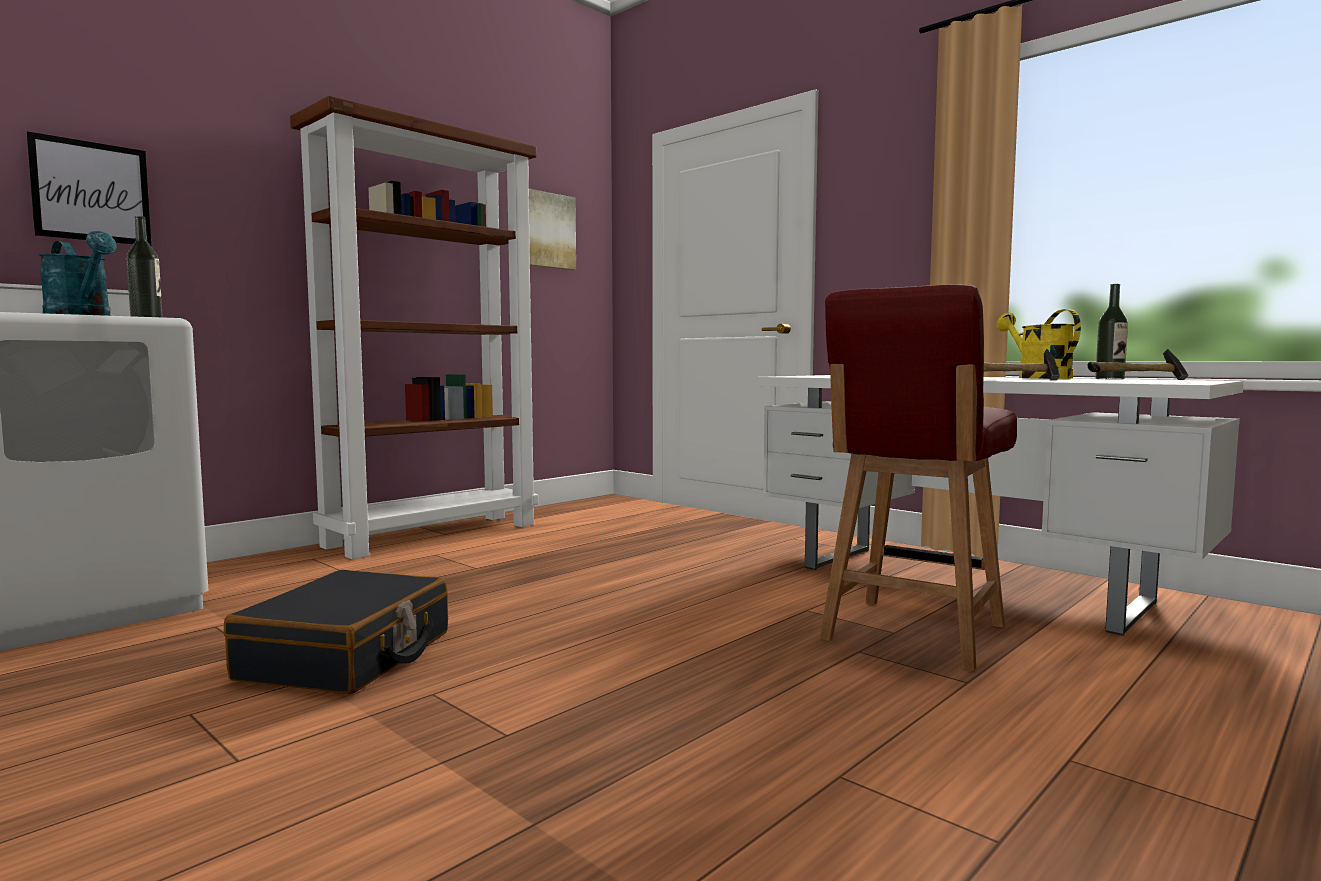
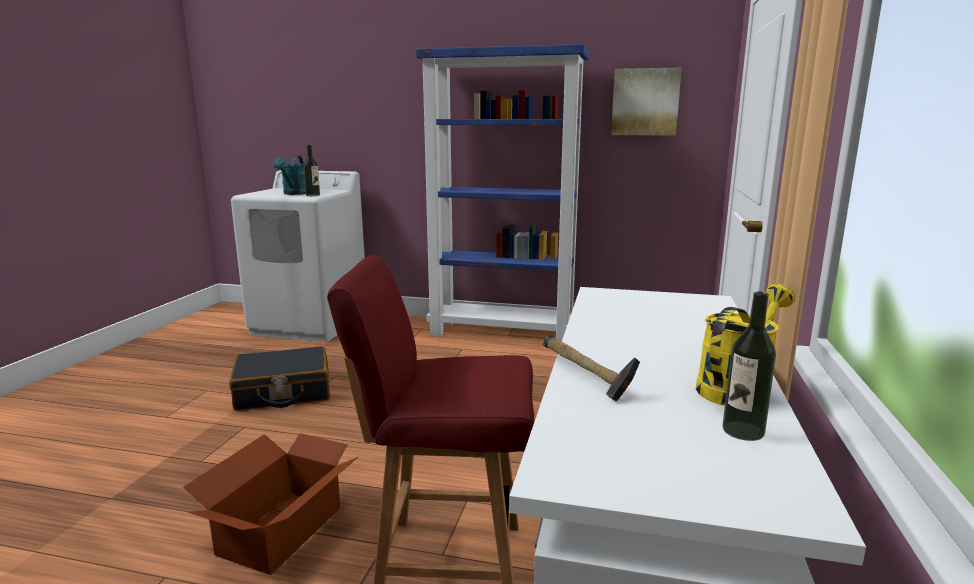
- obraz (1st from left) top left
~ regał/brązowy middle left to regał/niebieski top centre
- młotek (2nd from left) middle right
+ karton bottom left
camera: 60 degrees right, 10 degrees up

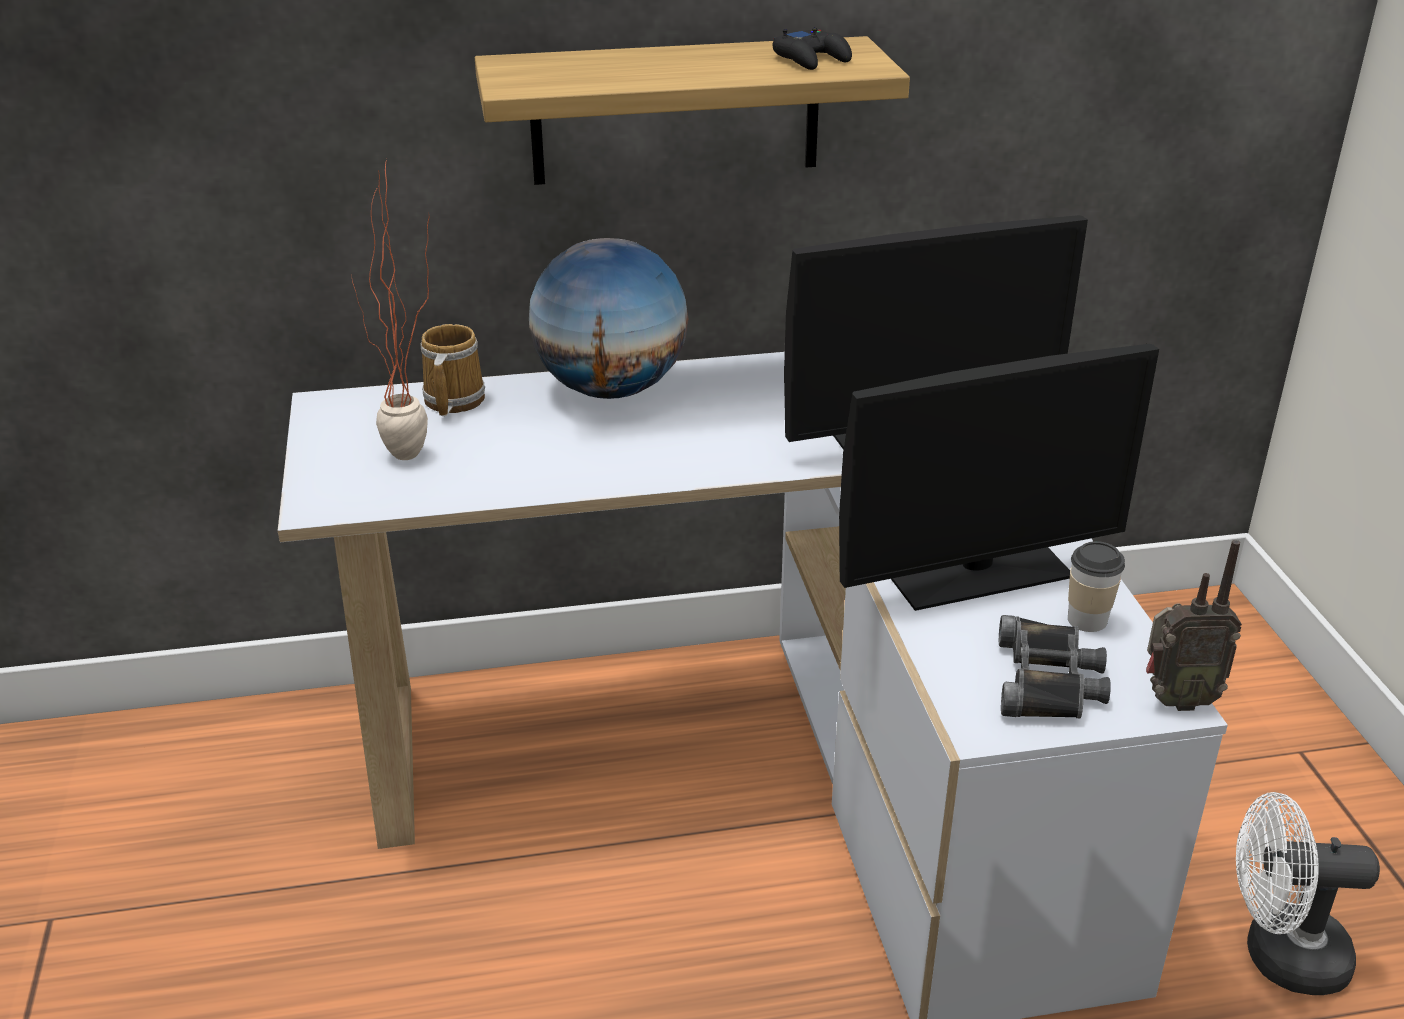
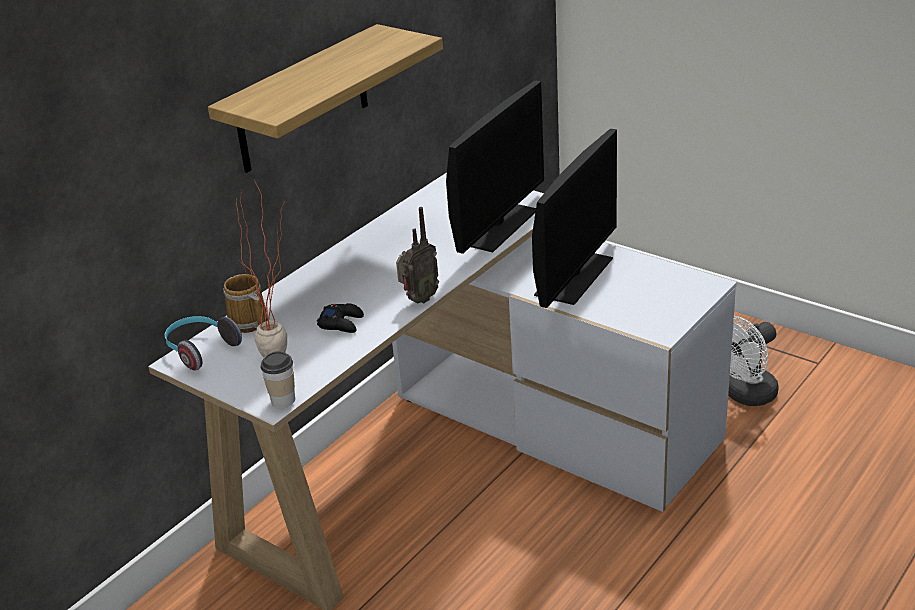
- globus top centre
~ pad do gier/czarny top centre to centre
- lornetka/czarny middle right
~ filiżanka middle right to middle left
~ radio middle right to centre
+ słuchawki middle left
camera: 40 degrees left, 0 degrees up

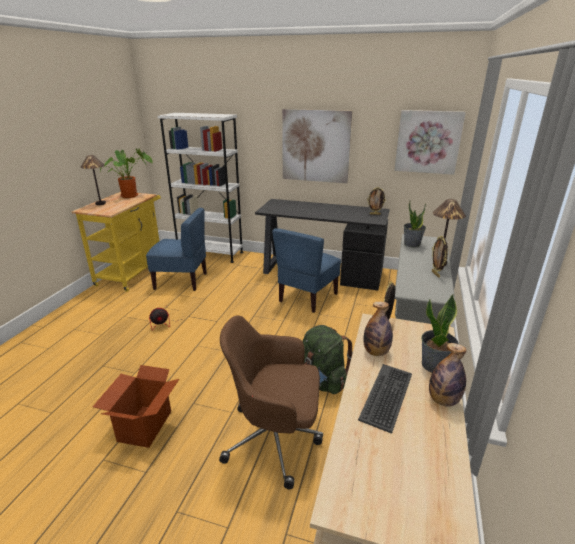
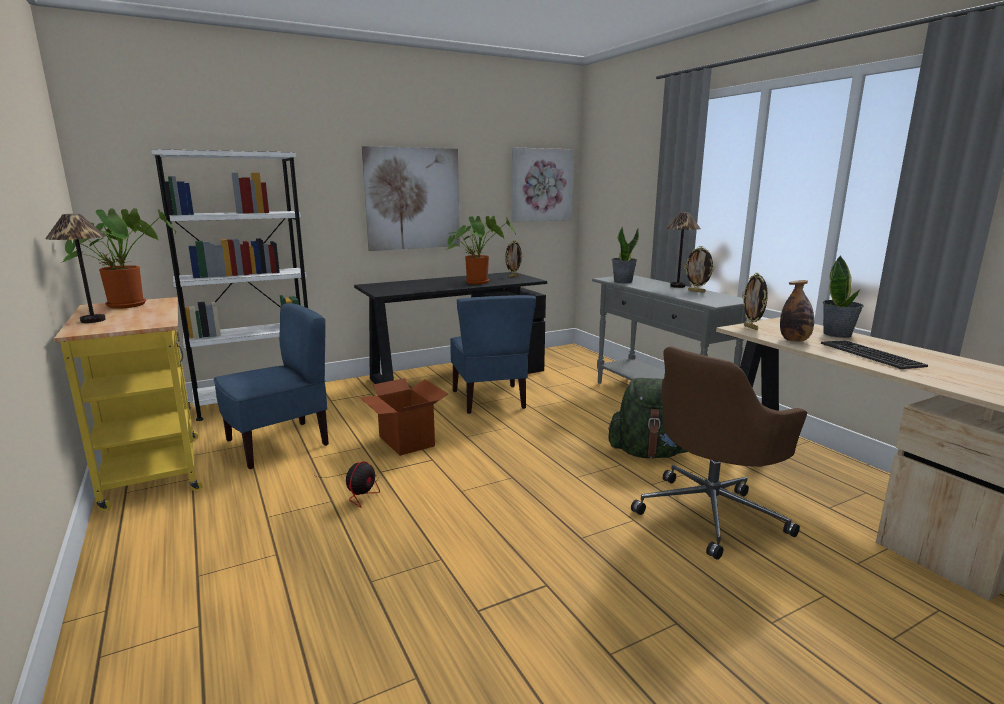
~ karton bottom left to centre
- butelka (2nd from left) bottom right
+ roślina doniczkowa (2nd from left) centre
camera: 45 degrees left, 10 degrees down

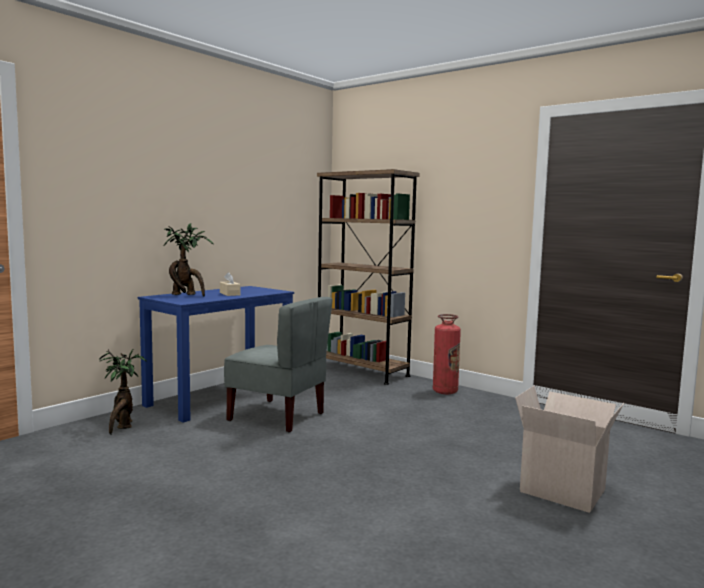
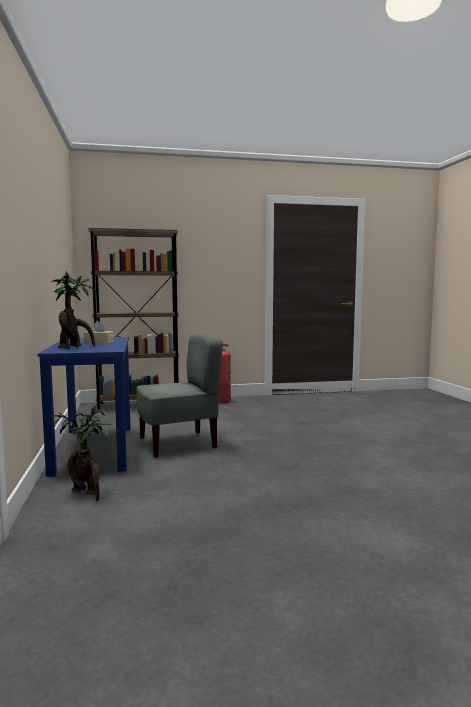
- karton bottom right
camera: 50 degrees left, 0 degrees up

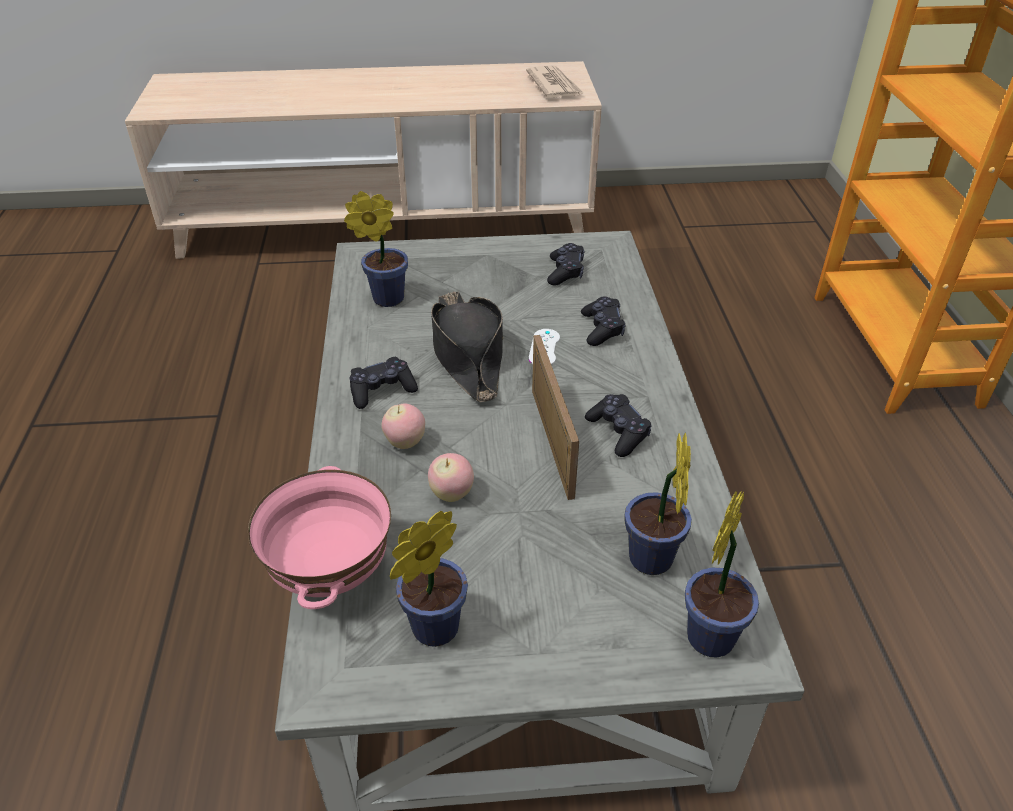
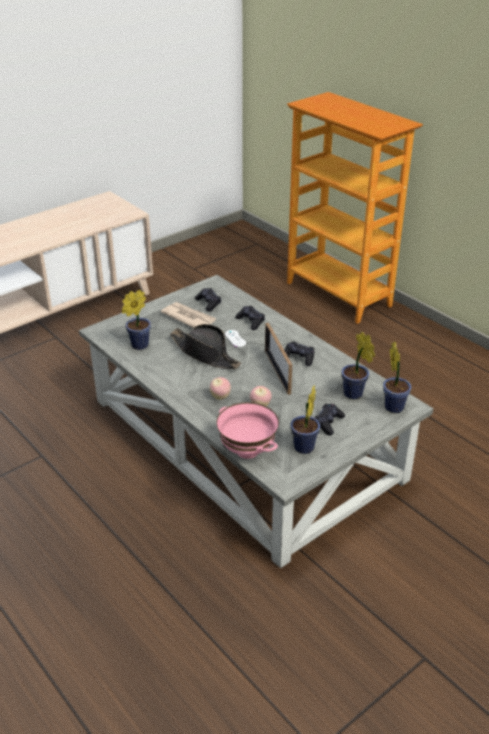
~ pad do gier/czarny (1st from left in the first image) centre to pad do gier/czarny (4th from left) middle right
~ gazeta top centre to centre
~ ramka na zdjęcie centre = centre 150 degrees counterclockwise
camera: 35 degrees left, 5 degrees down

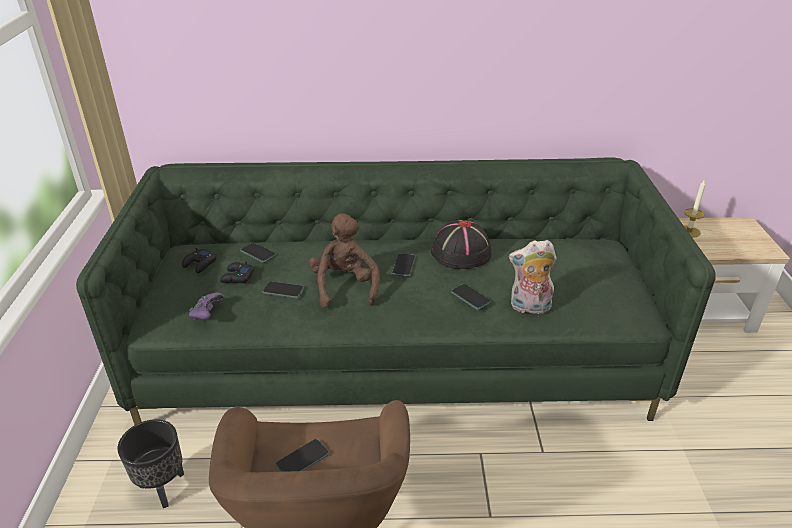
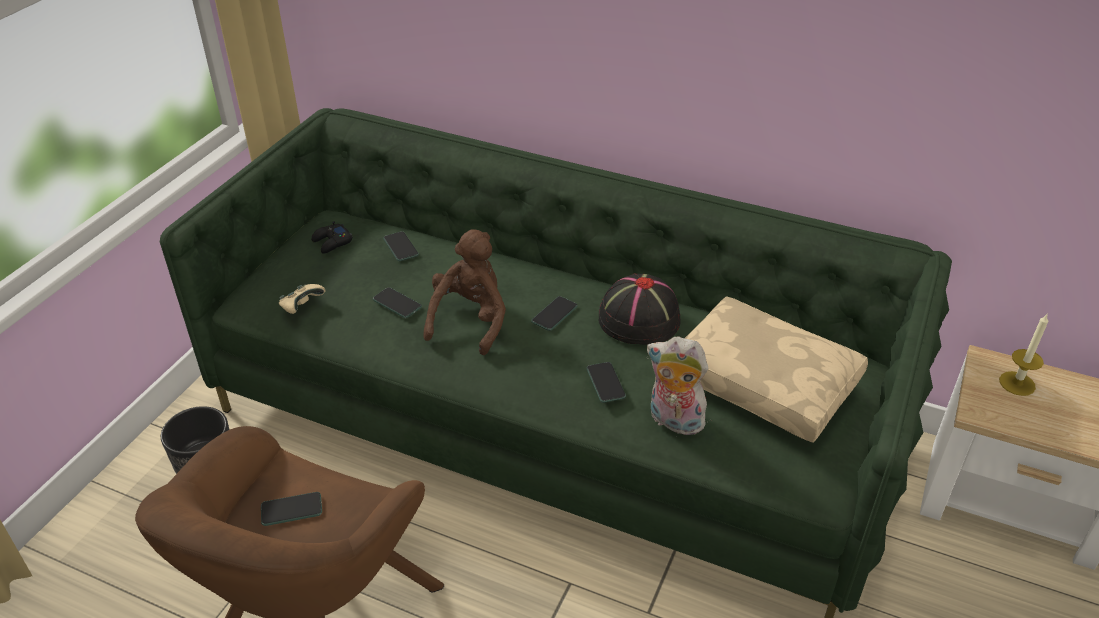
~ pad do gier/fioletowy middle left to pad do gier/beżowy middle left
- pad do gier/czarny (2nd from left) middle left
+ poduszka/beżowy middle right
camera: 25 degrees right, 5 degrees up

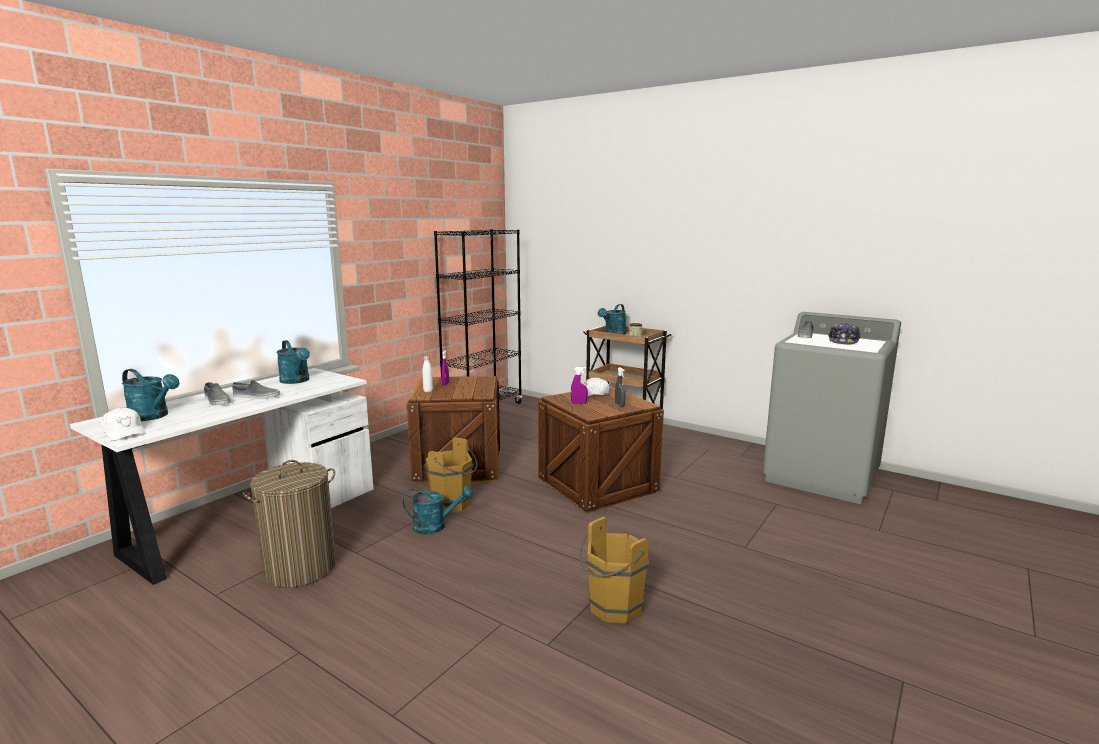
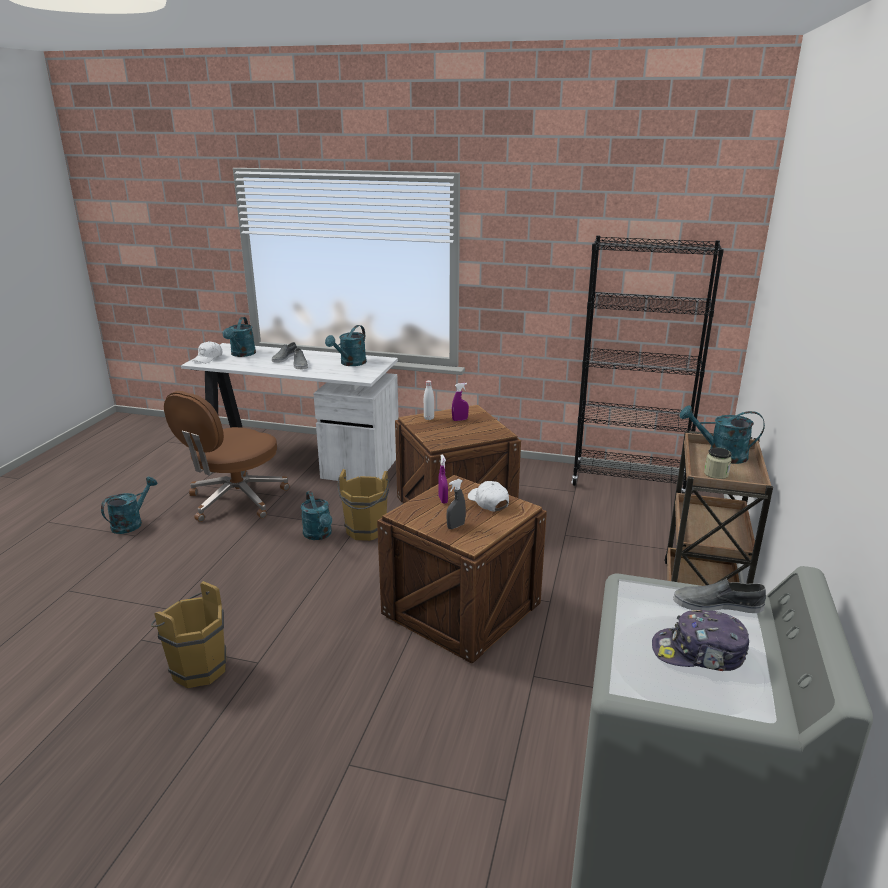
~ kosz na pranie bottom left to krzesło biurowe/brązowy middle left
+ konewka/turkusowy (1st from left) middle left
camera: 70 degrees right, 10 degrees up

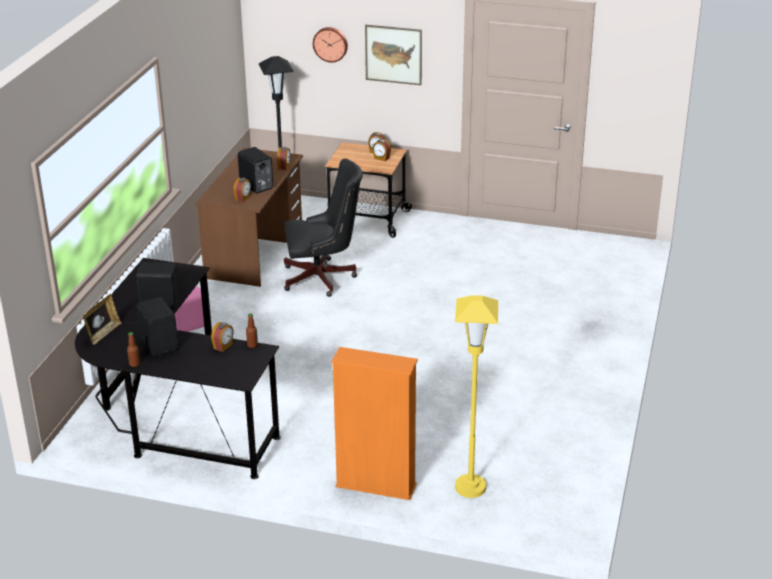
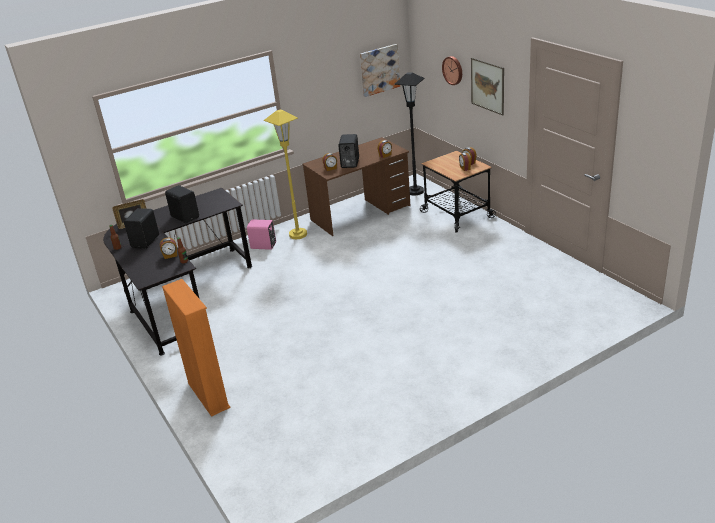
- krzesło biurowe/czarny centre
~ lampa stojąca/żółty bottom centre to top centre
+ obraz (1st from left) top centre
camera: 45 degrees right, 0 degrees up

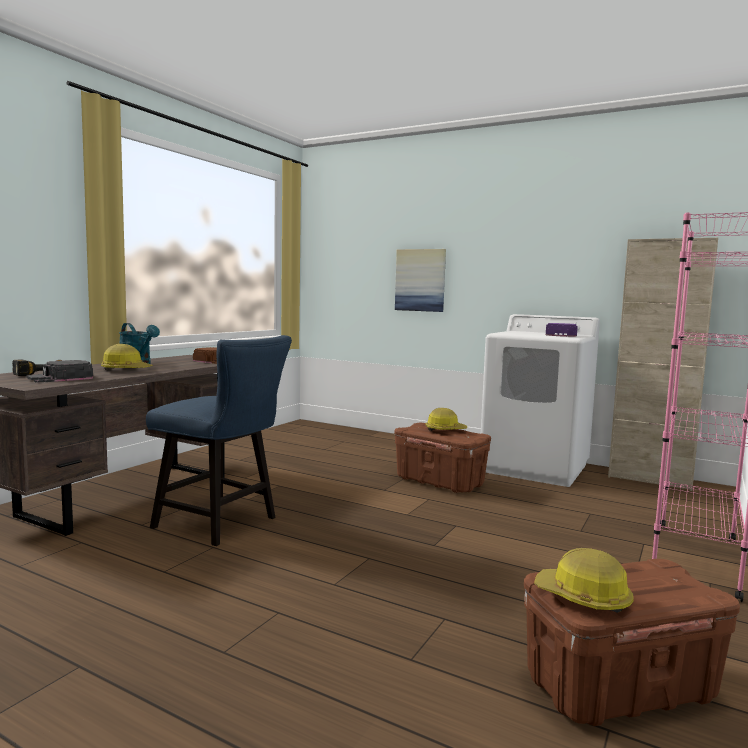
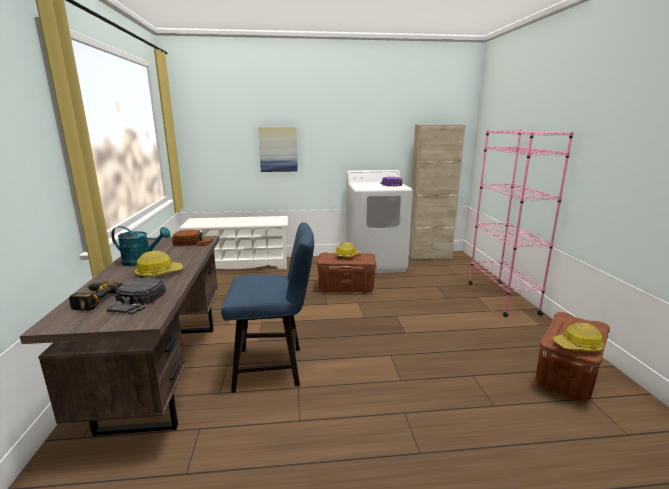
+ regał na buty/biały centre
camera: 35 degrees left, 10 degrees up

